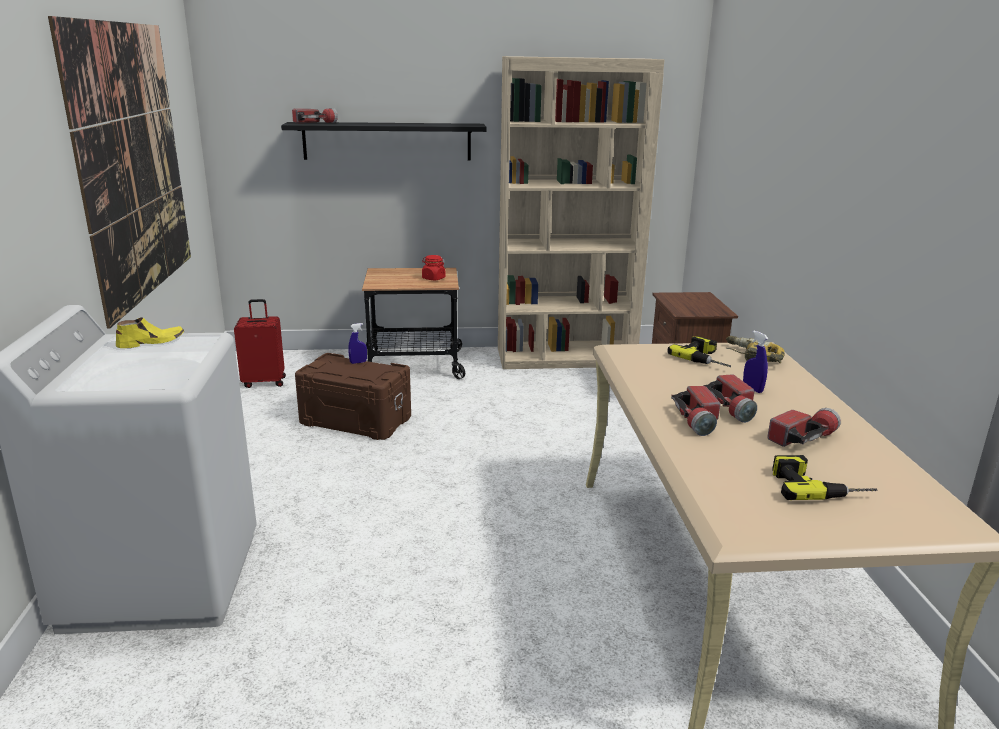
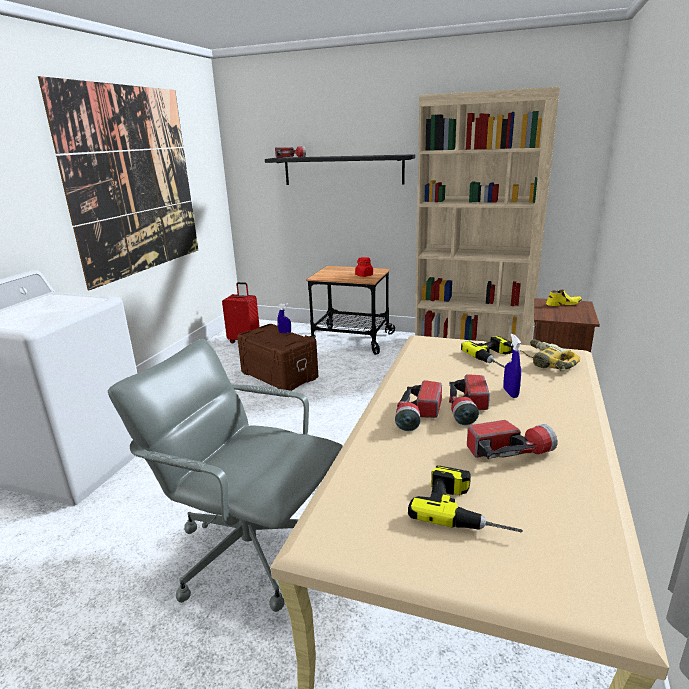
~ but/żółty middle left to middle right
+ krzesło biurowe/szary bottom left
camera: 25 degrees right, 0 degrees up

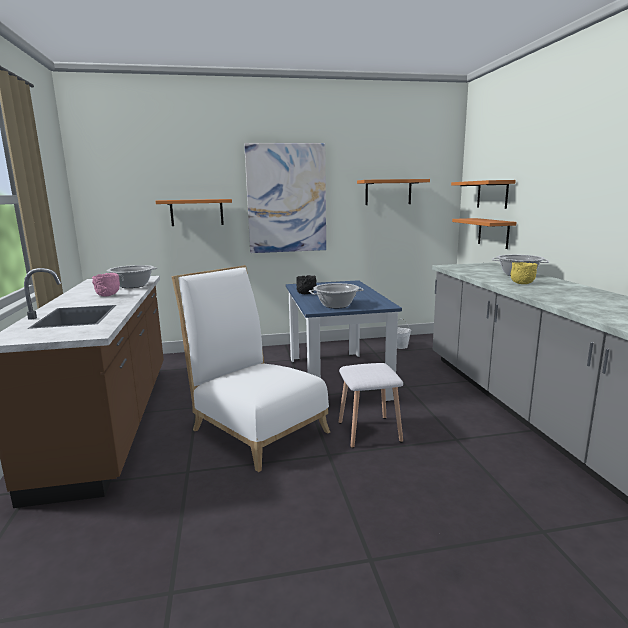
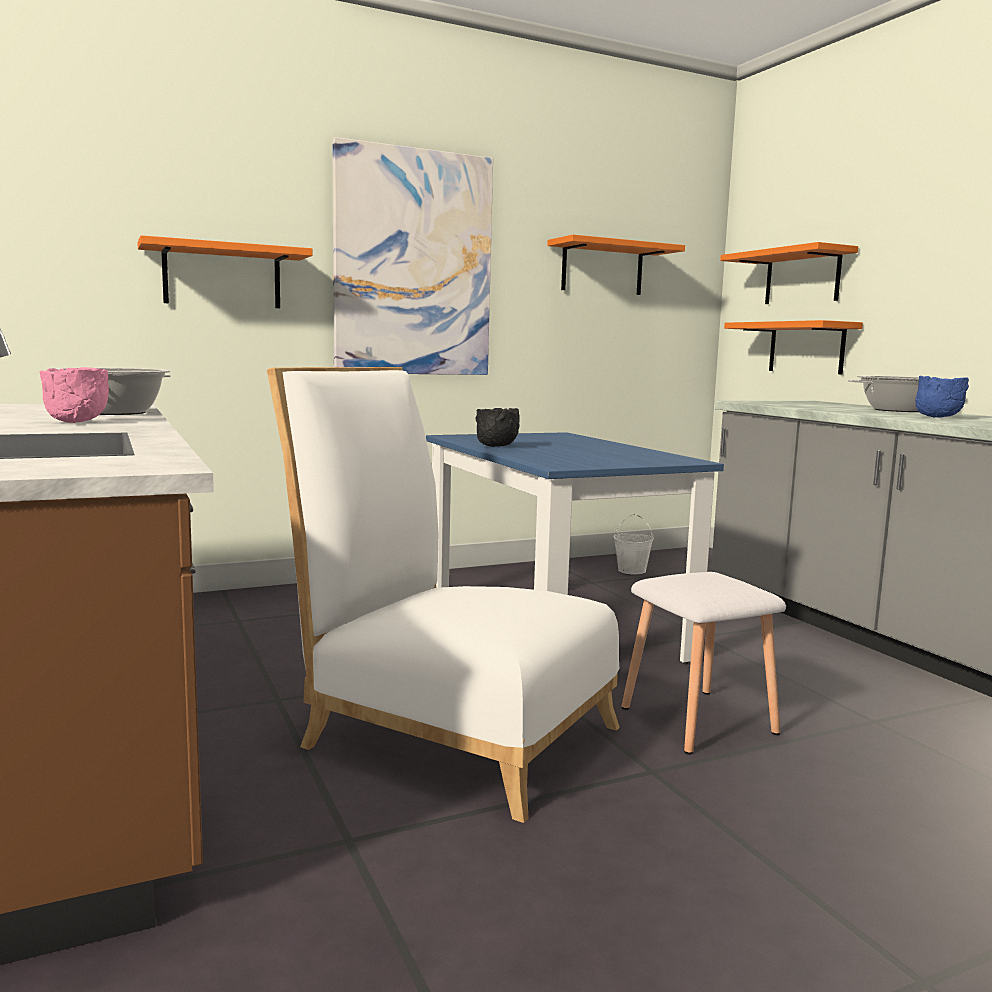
- garnek (2nd from left) centre
~ miska/żółty middle right to miska/niebieski middle right
camera: 15 degrees left, 5 degrees down

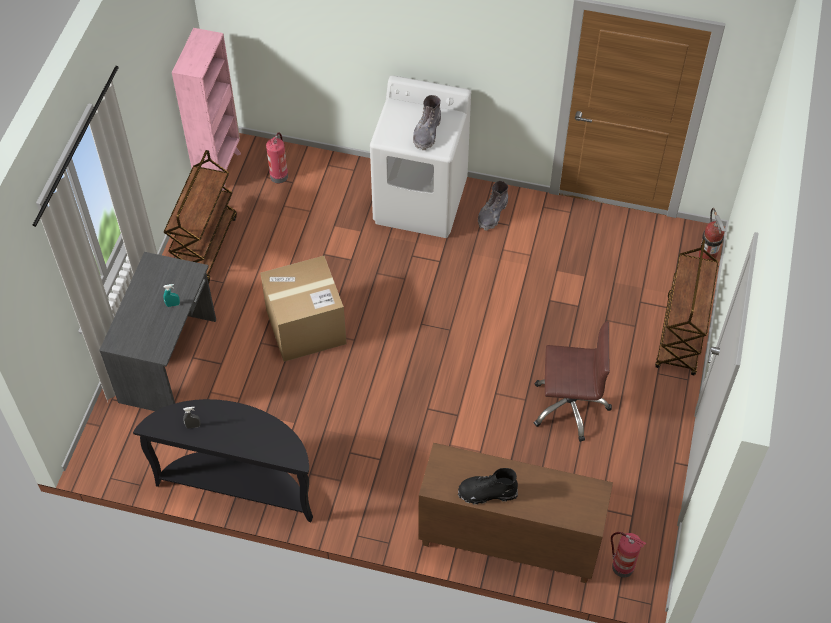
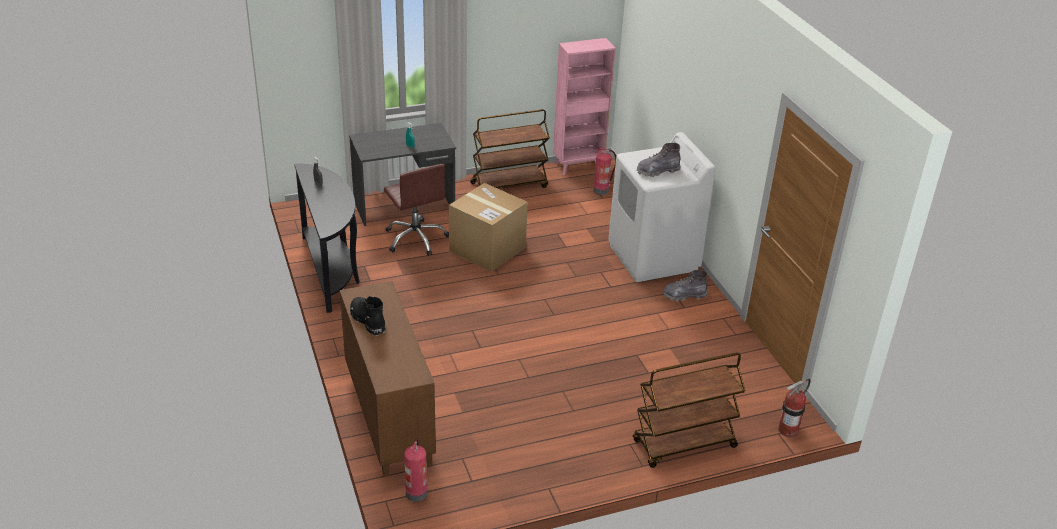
~ krzesło biurowe/brązowy middle right to centre
camera: 55 degrees right, 20 degrees down

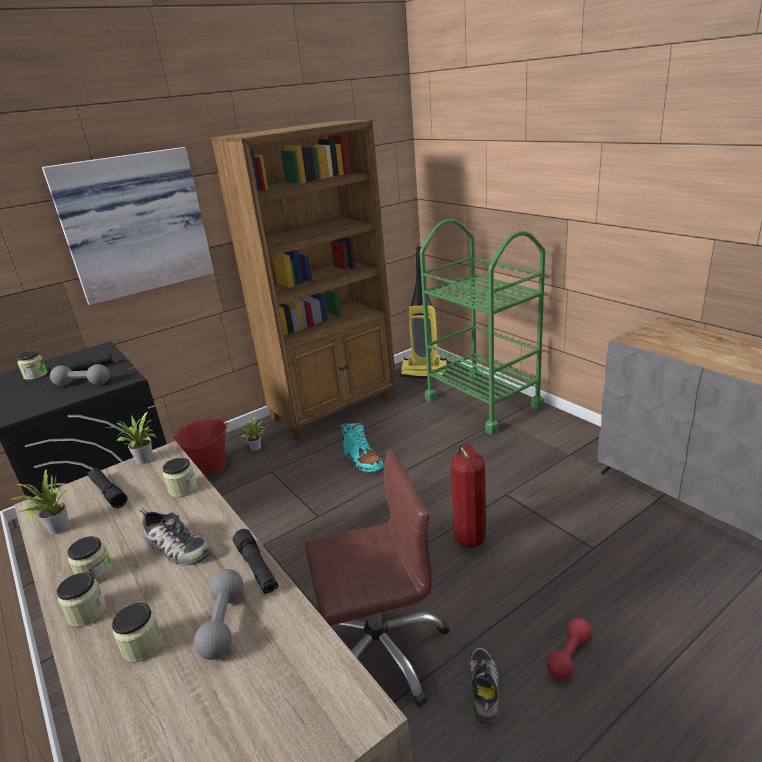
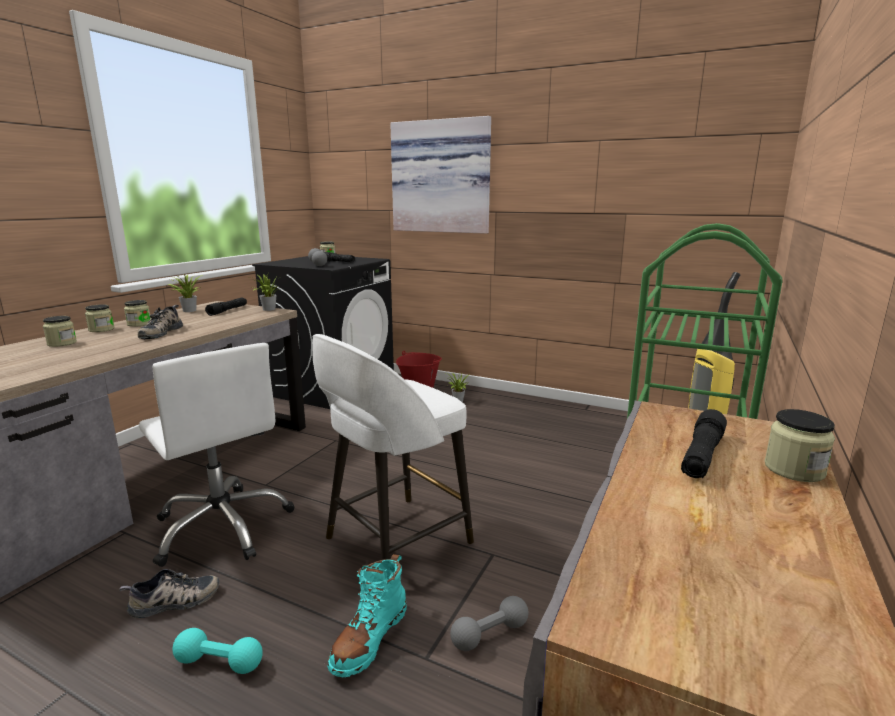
~ słoik (5th from left) middle left to middle right
~ hantel/szary (2nd from left) bottom left to bottom centre
- regał/brązowy centre
~ latarka/czarny (3rd from left) bottom centre to middle right
~ krzesło biurowe/brązowy bottom centre to krzesło biurowe/biały middle left
~ but z cholewką/turkusowy centre to bottom centre
~ gaśnica centre to stołek/biały centre
~ hantel/czerwony bottom right to hantel/turkusowy bottom left
camera: 60 degrees right, 10 degrees down

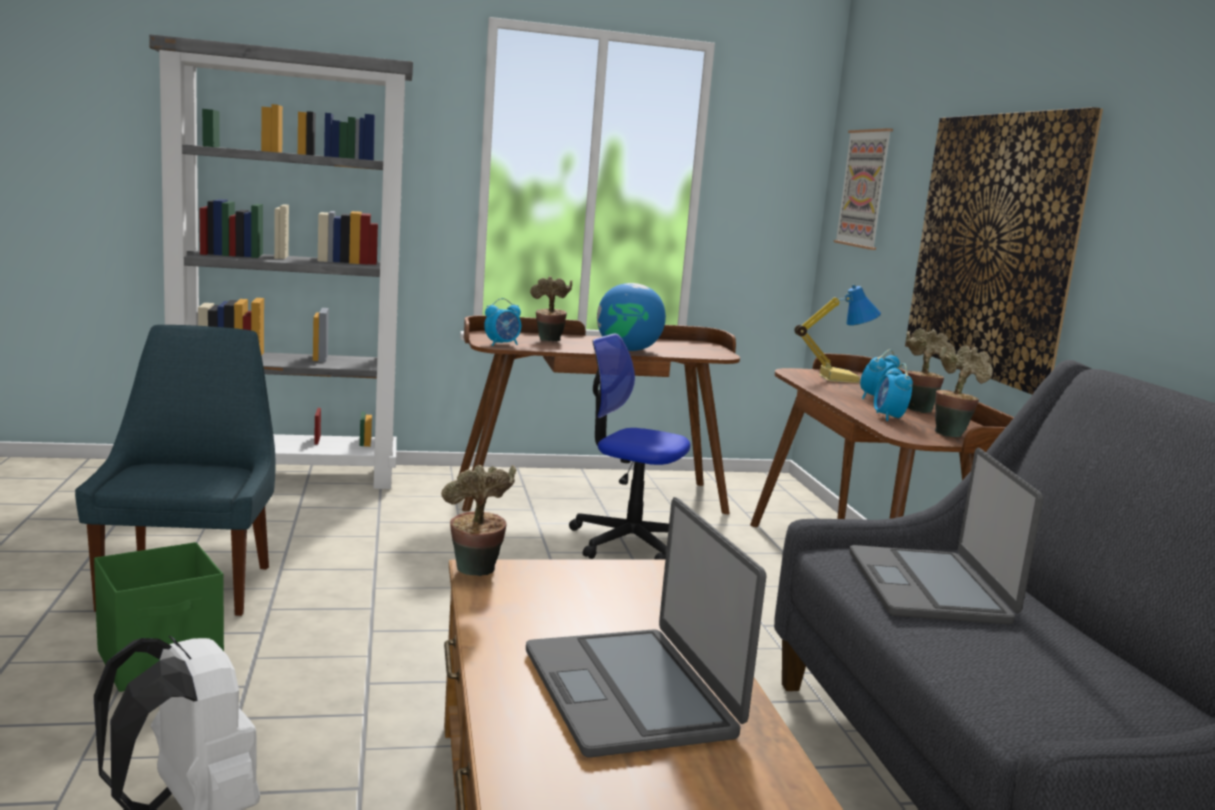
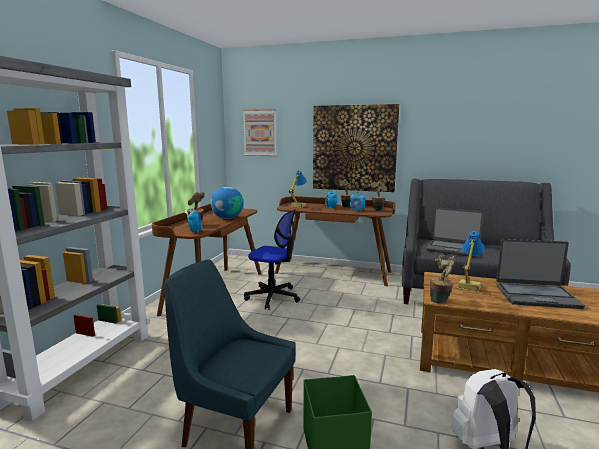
~ krzesło biurowe centre = centre 120 degrees counterclockwise
+ lampa stołowa (2nd from left) middle right
camera: 60 degrees left, 0 degrees up

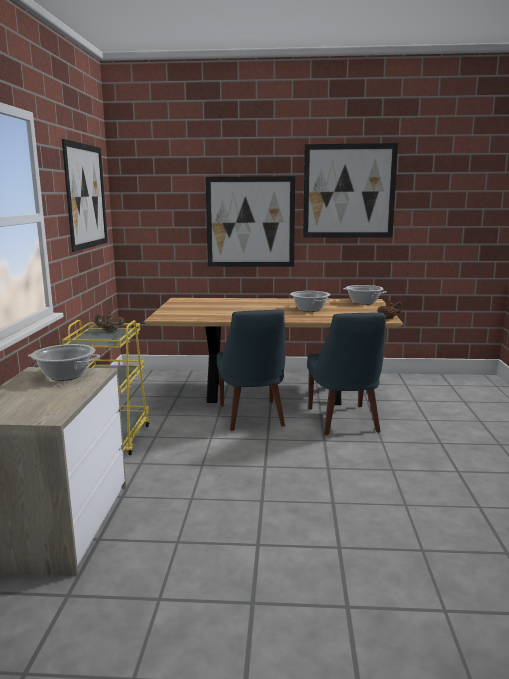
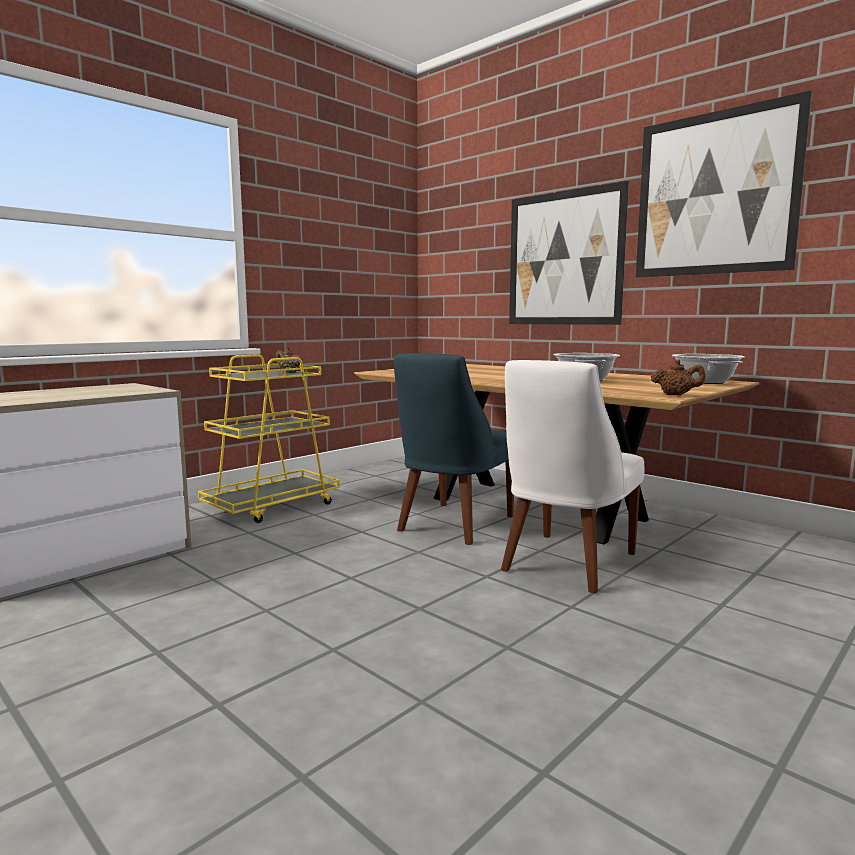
- garnek (1st from left) middle left
- obraz (1st from left) top left
~ krzesło/niebieski (2nd from left) middle right to krzesło/biały middle right
camera: 40 degrees right, 5 degrees down

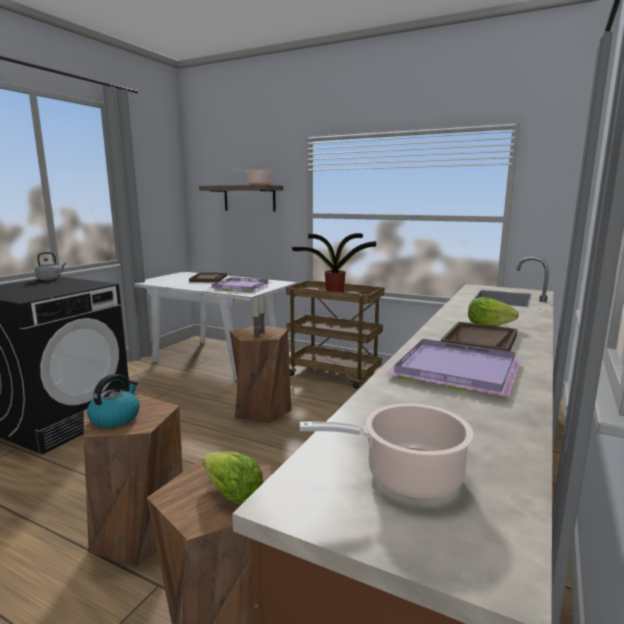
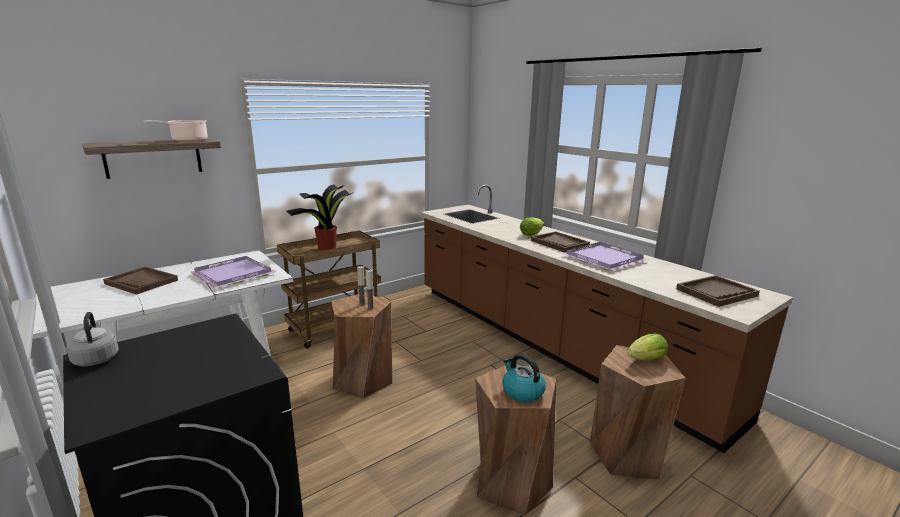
~ garnek (2nd from left) bottom centre to taca/brązowy (3rd from left) middle right
camera: 65 degrees left, 5 degrees up

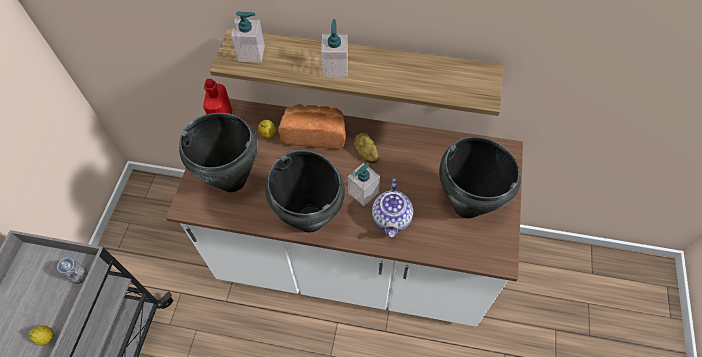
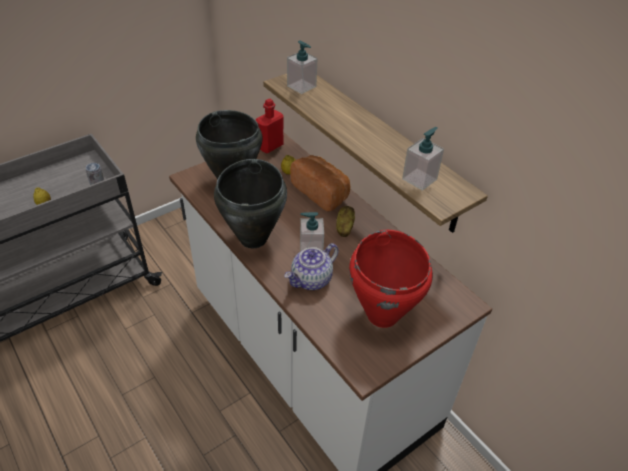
~ dozownik mydła (2nd from left in the first image) top centre to dozownik mydła (3rd from left) middle right
~ garnek/czarny (3rd from left) middle right to garnek/czerwony centre
camera: 40 degrees right, 15 degrees down

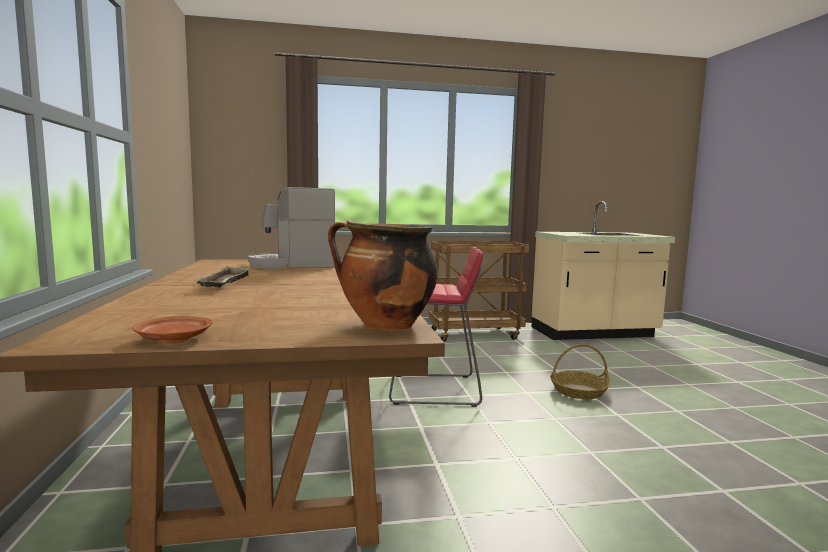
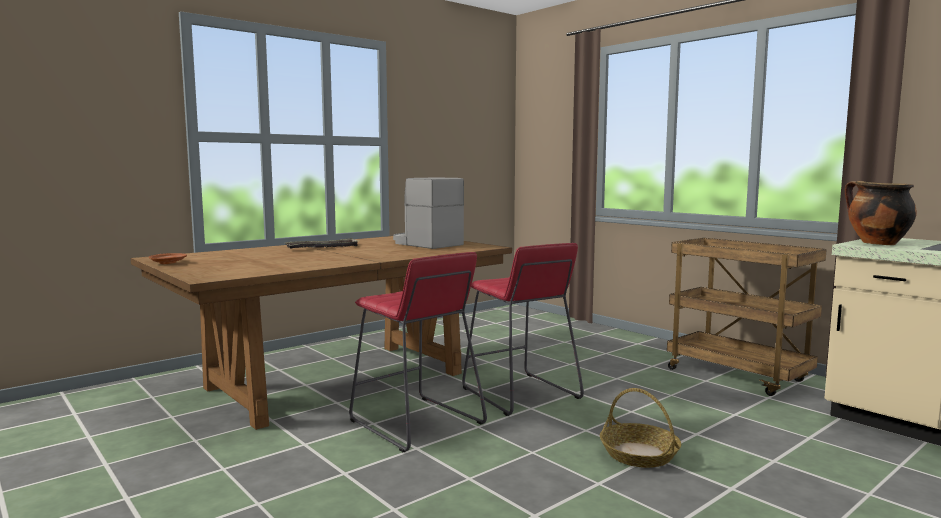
~ garnek centre to middle right
+ stołek/czerwony (1st from left) bottom centre
camera: 60 degrees right, 0 degrees up

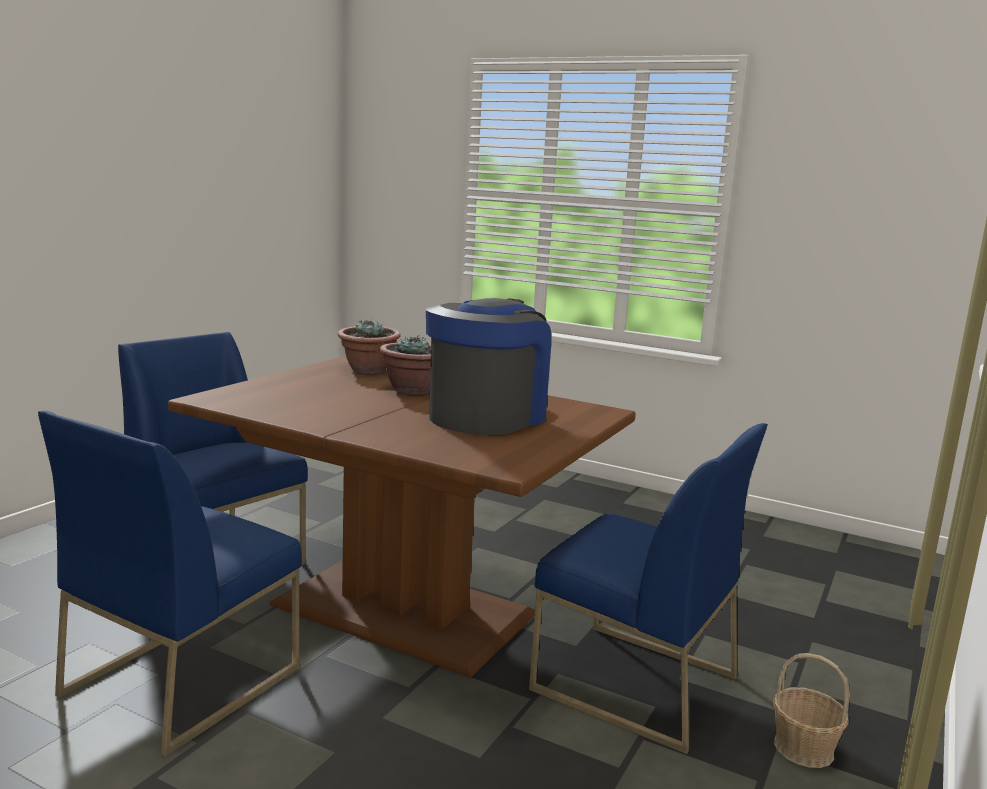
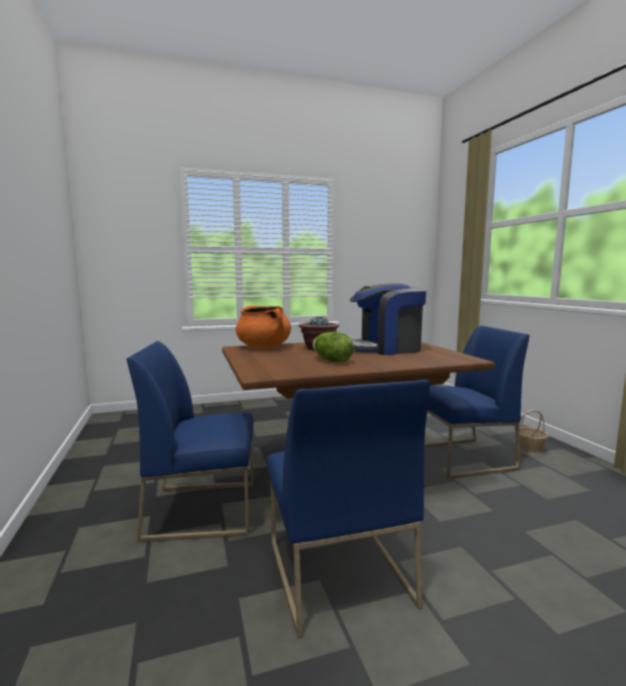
~ roślina doniczkowa (1st from left) centre to garnek/pomarańczowy centre
~ ekspres do kawy centre = centre 90 degrees counterclockwise
+ sałata centre
camera: 45 degrees left, 5 degrees down

